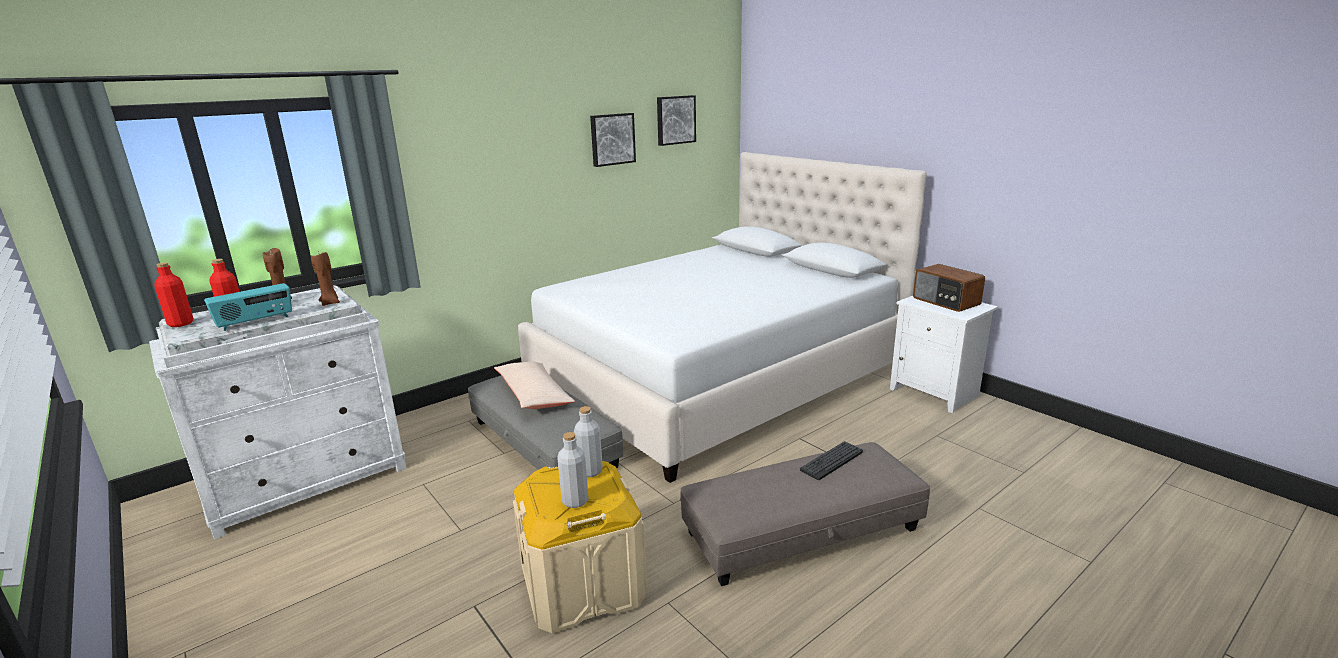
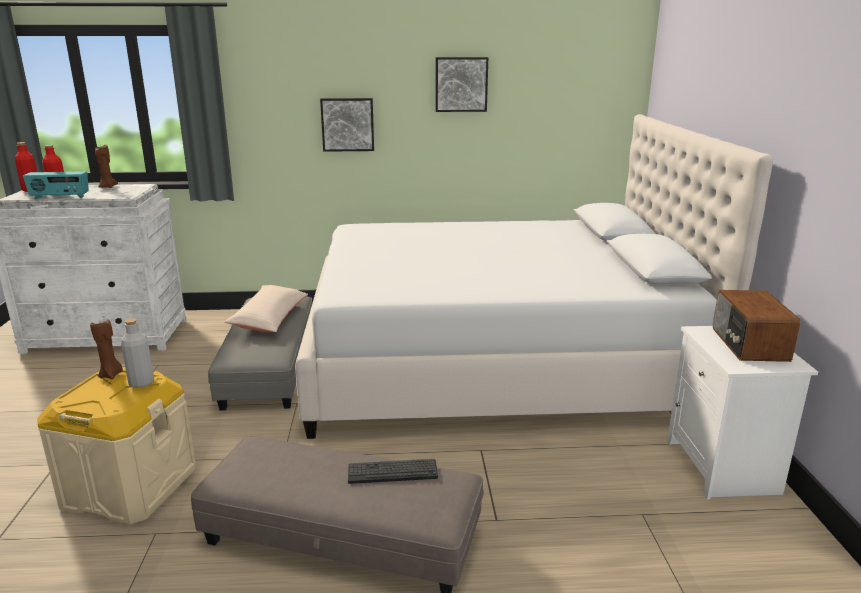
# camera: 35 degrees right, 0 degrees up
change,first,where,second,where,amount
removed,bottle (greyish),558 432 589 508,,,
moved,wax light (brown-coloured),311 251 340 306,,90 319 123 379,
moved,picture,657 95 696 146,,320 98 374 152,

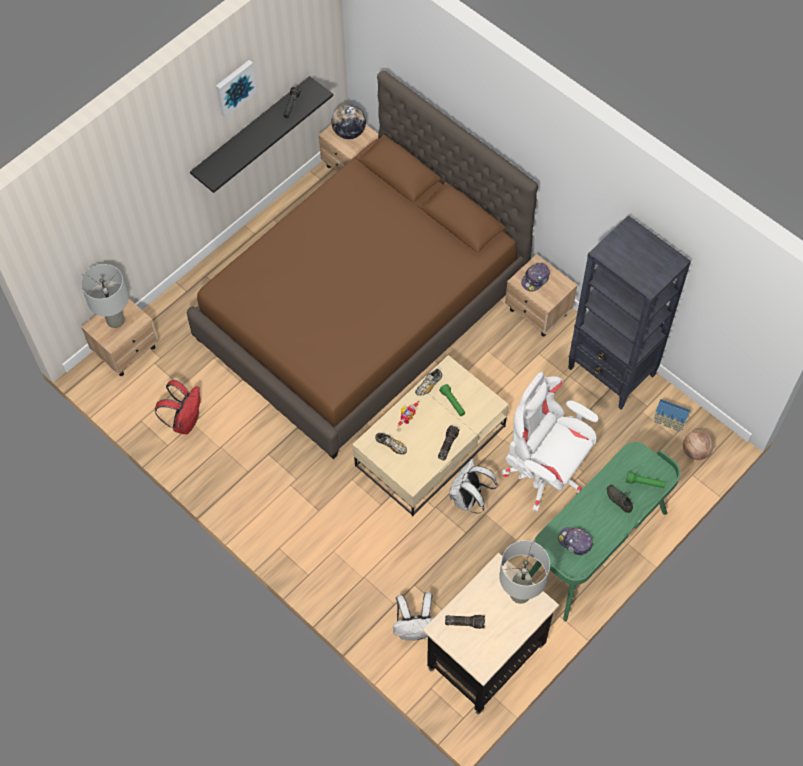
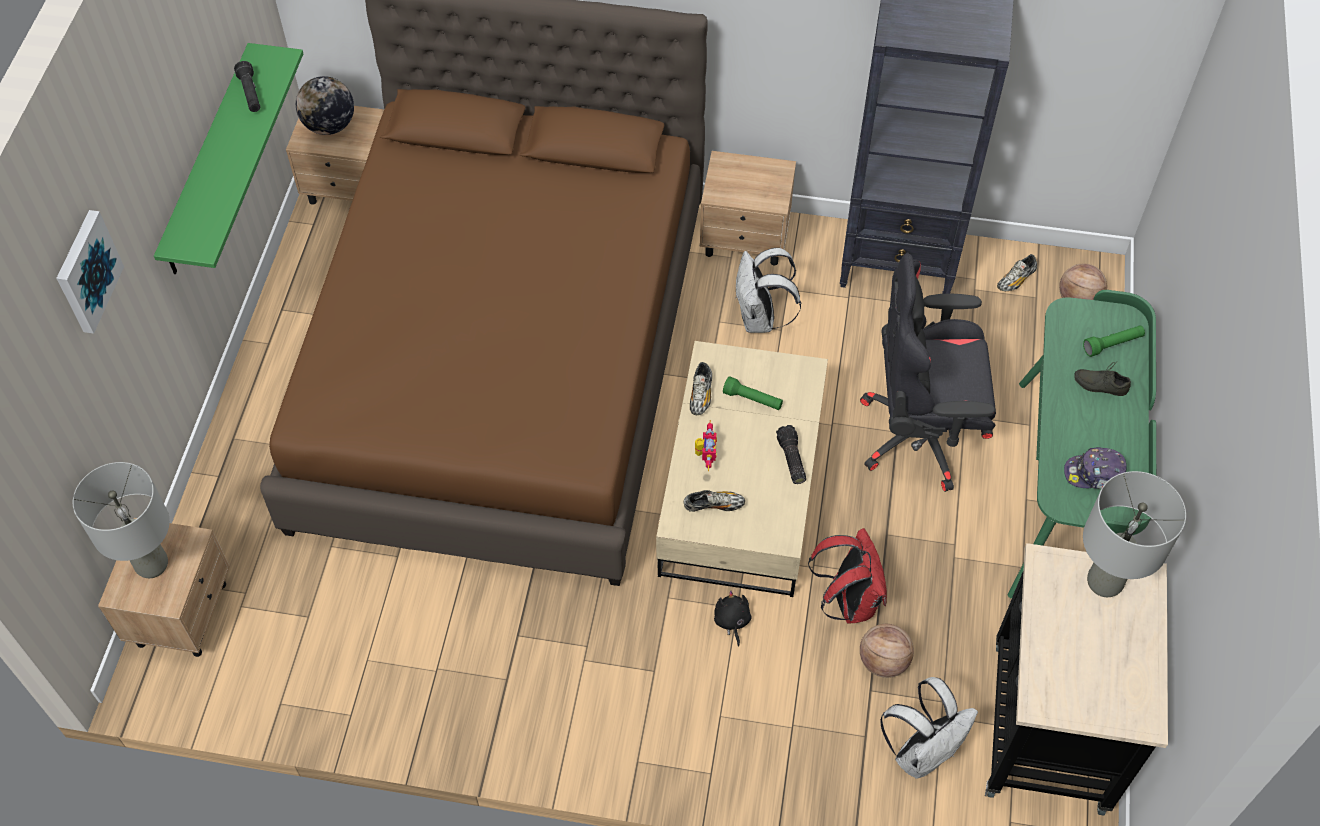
# camera: 35 degrees left, 5 degrees down
change,first,where,second,where,amount
removed,flashlight,445 615 485 629,,,
removed,peaked cap,521 263 550 292,,,
added,,,cuddly toy (blackish),714 591 751 647,
added,,,basketball ball,860 624 914 678,
moved,rucksack (red),155 380 200 434,,808 528 887 623,
moved,picture,216 60 257 118,,56 210 124 334,
moved,rucksack (whitish),449 459 498 514,,735 248 801 333,
replaced,model house,654 399 690 432,shoe,997 254 1037 291,
recoloured,wall shelf (blackish),190 76 333 193,wall shelf (greenish),154 43 303 274,
recoloured,computer chair (whitish),502 372 599 512,computer chair (blackish),860 253 996 492,

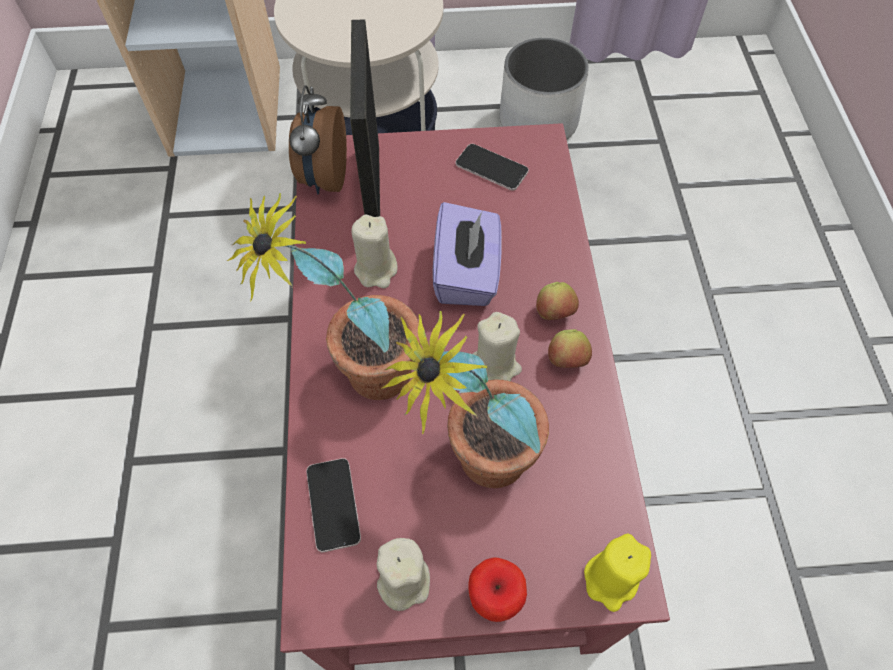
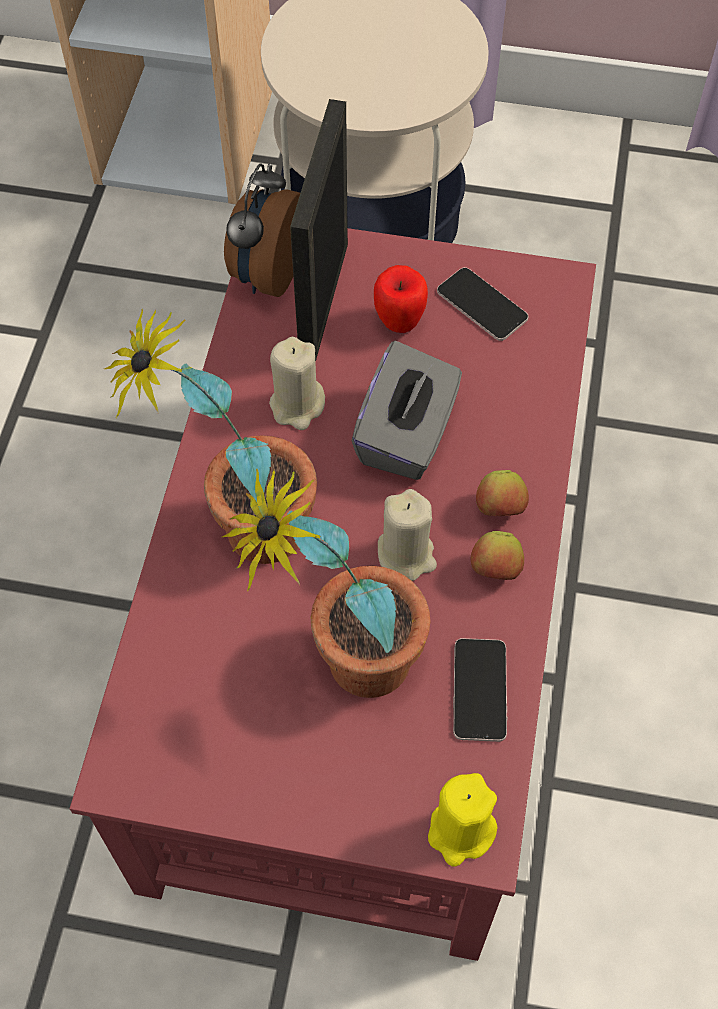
# camera: 15 degrees right, 0 degrees up
change,first,where,second,where,amount
removed,wax light (beige),377 538 430 611,,,
removed,plant pot (whitish),500 37 589 139,,,
moved,telephone,306 458 361 552,,453 638 507 742,
moved,whole apple,468 557 527 622,,374 265 428 333,
recoloured,box of tissues (purplish),433 202 502 306,box of tissues (greyish),351 341 462 480,

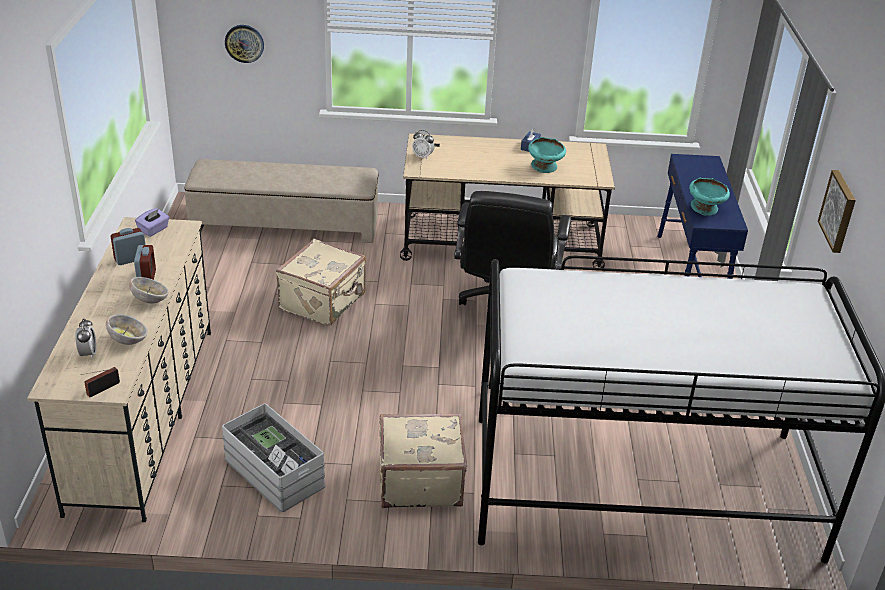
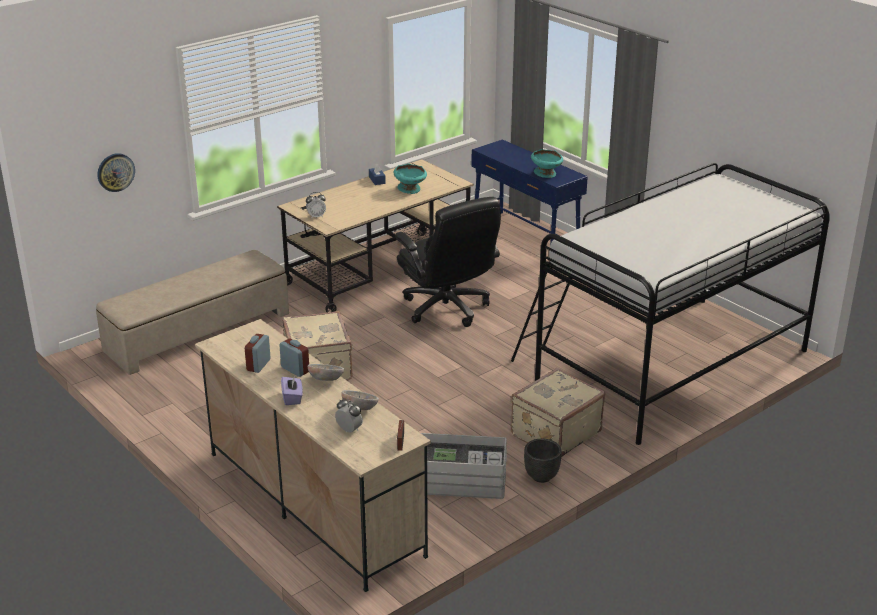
# camera: 40 degrees left, 5 degrees down
change,first,where,second,where,amount
removed,picture,818 170 856 253,,,
added,,,plant pot (blackish),524 439 562 483,
moved,box of tissues (purplish),135 208 170 237,,281 377 303 405,

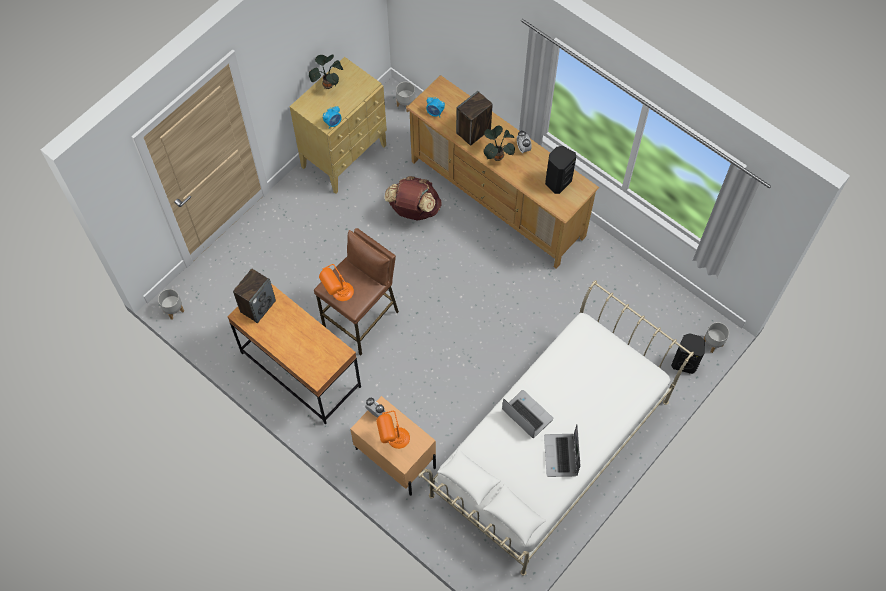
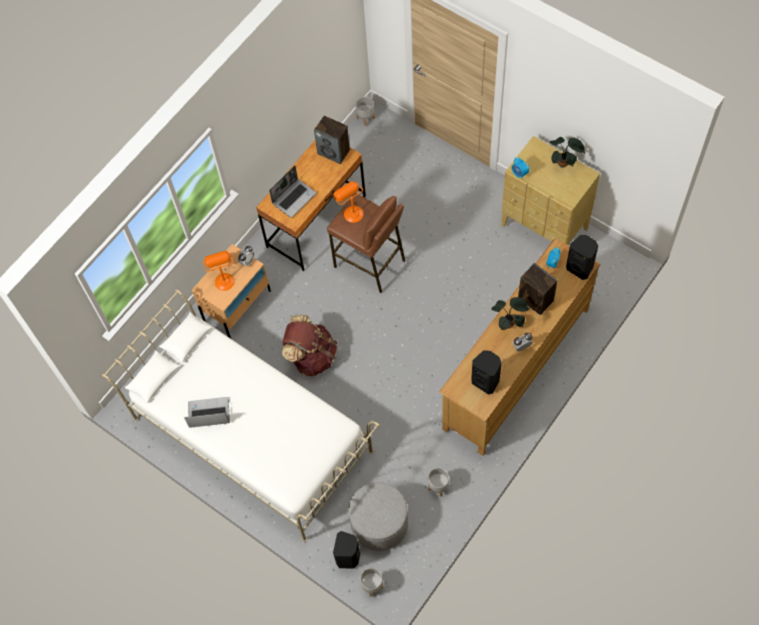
# camera: 90 degrees right, 0 degrees up
change,first,where,second,where,amount
added,,,footrest (greyish),348 482 408 551,
added,,,loudspeaker (blackish),566 235 598 280,
moved,rucksack (brown-coloured),384 176 442 221,,282 315 337 376,
moved,plant pot (greyish),396 82 415 112,,428 468 449 497,
moved,laptop,502 390 554 438,,269 166 316 218,

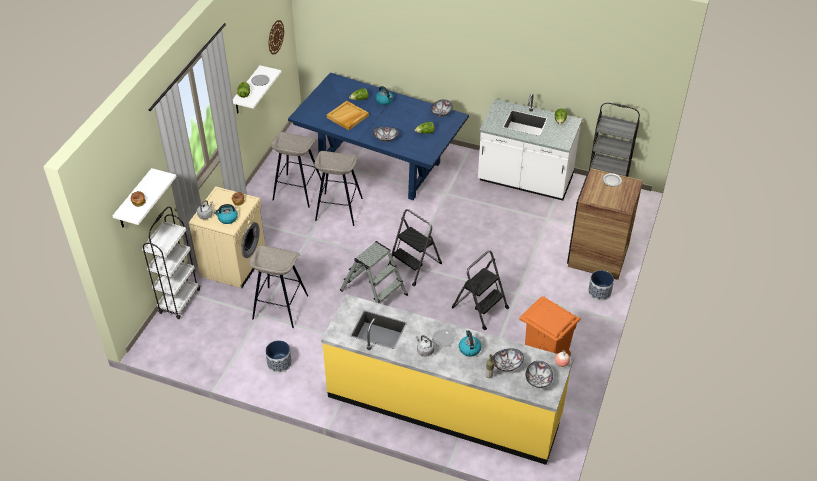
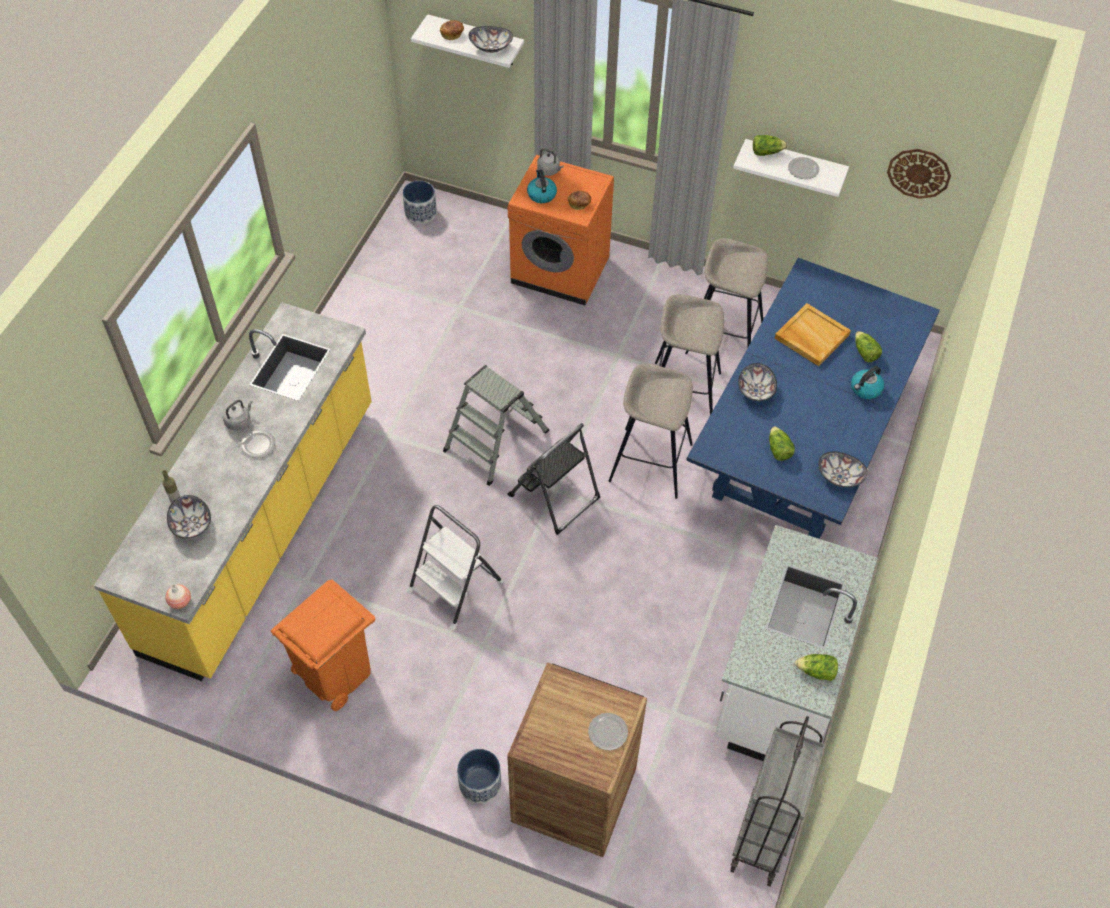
# camera: 90 degrees right, 10 degrees up
change,first,where,second,where,amount
removed,cart (whitish),142 207 200 319,,,
removed,water kettle,459 330 481 357,,,
moved,stool seat (greyish),249 245 308 328,,609 363 693 499,
moved,plant pot,265 340 292 373,,402 181 437 224,
moved,bowl,526 361 553 388,,469 26 513 53,
recoloured,laundry machine (beige),189 186 265 289,laundry machine (orangey),508 155 614 305,
recoloured,step ladder (blackish),451 250 509 330,step ladder (whitish),406 505 503 630,

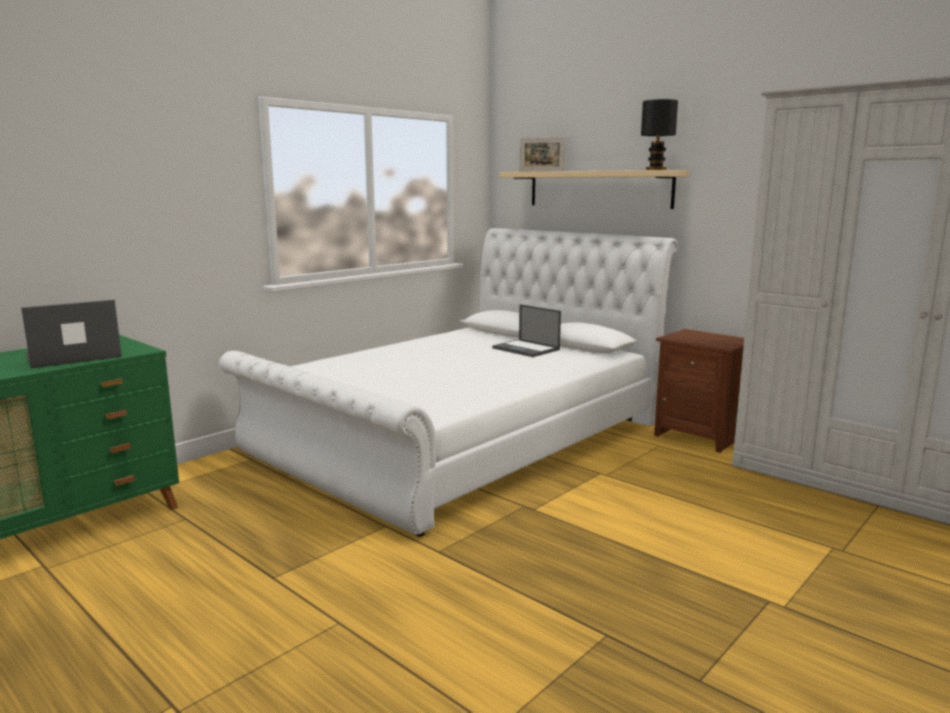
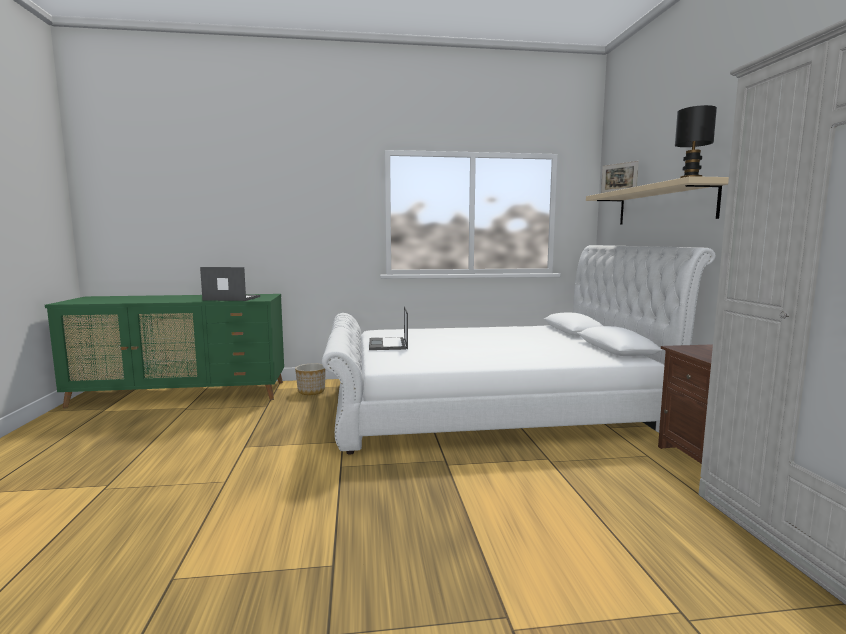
# camera: 40 degrees right, 5 degrees down
change,first,where,second,where,amount
added,,,plant pot,295 364 326 395,
moved,laptop,492 305 561 357,,369 306 408 350,

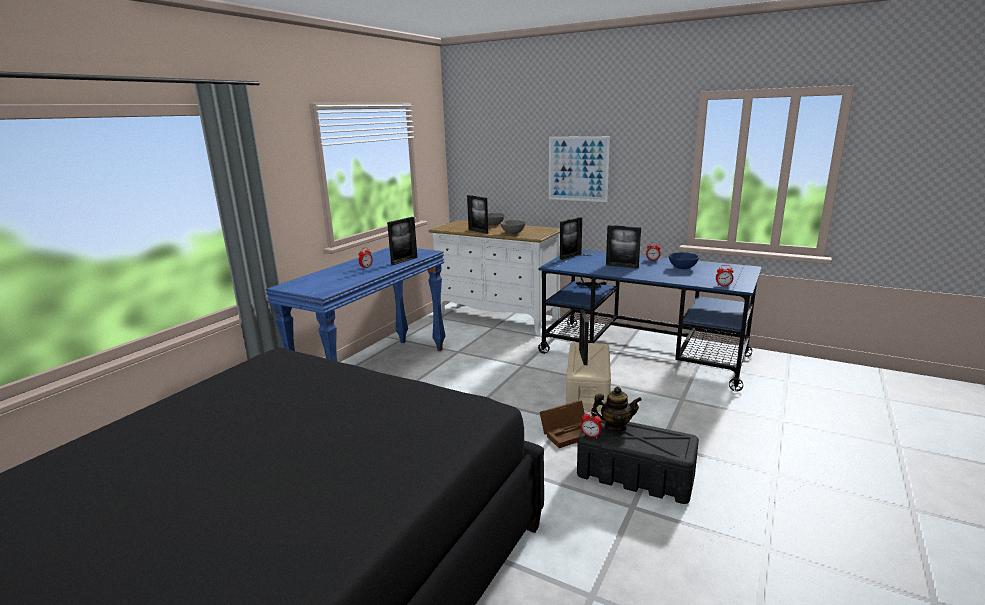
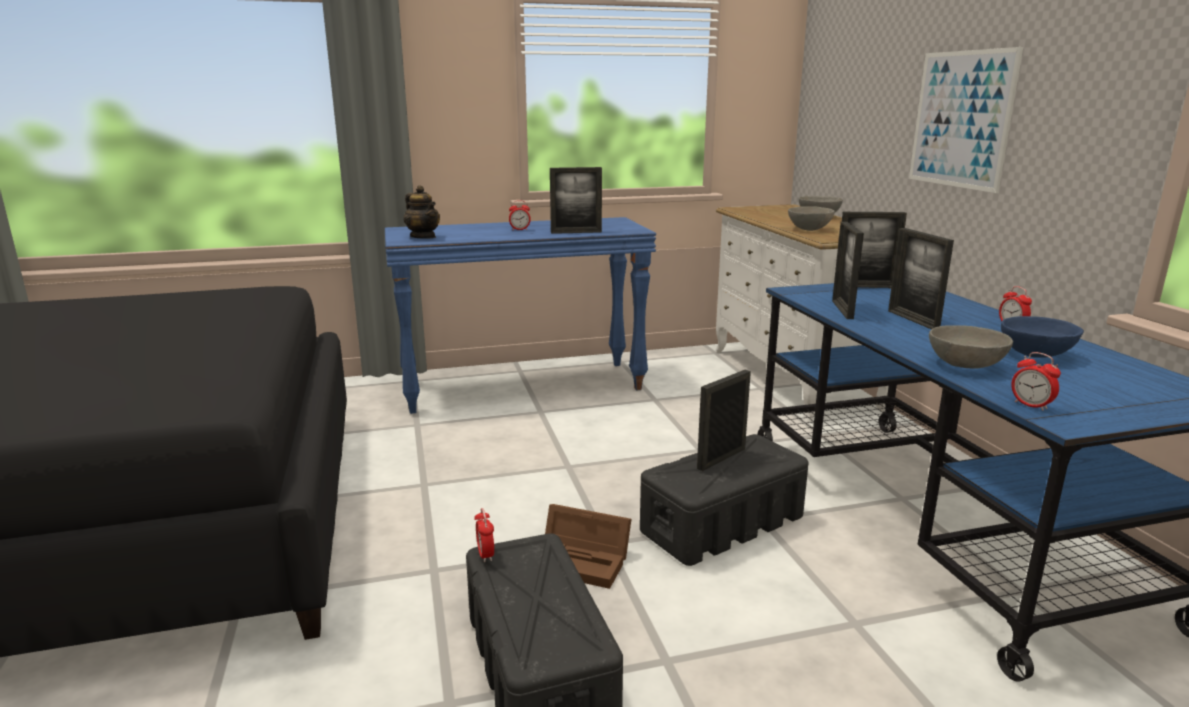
# camera: 45 degrees right, 0 degrees up
change,first,where,second,where,amount
added,,,bowl (greyish),929 325 1013 369,
moved,picture frame,467 195 488 234,,832 222 864 319,
moved,teapot,591 386 642 432,,404 185 440 239,
recoloured,storage container (beige),566 342 611 411,storage container (blackish),640 434 809 566,

